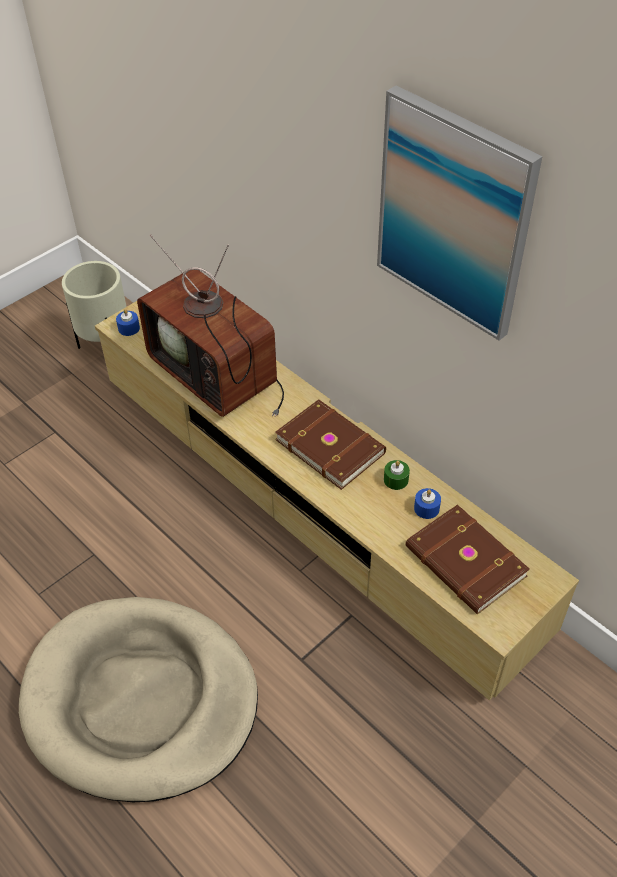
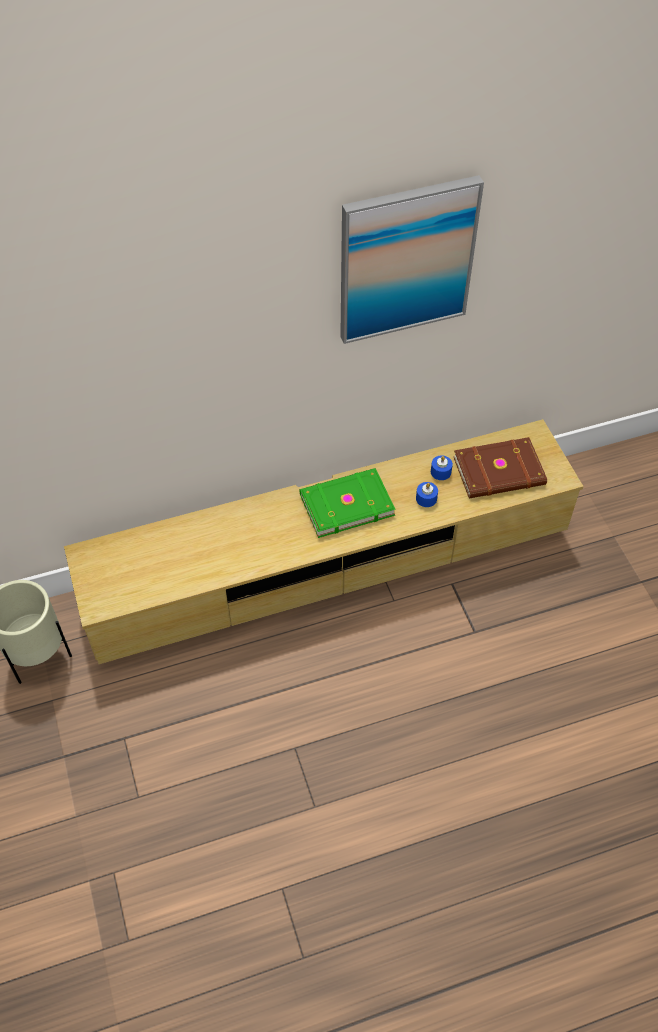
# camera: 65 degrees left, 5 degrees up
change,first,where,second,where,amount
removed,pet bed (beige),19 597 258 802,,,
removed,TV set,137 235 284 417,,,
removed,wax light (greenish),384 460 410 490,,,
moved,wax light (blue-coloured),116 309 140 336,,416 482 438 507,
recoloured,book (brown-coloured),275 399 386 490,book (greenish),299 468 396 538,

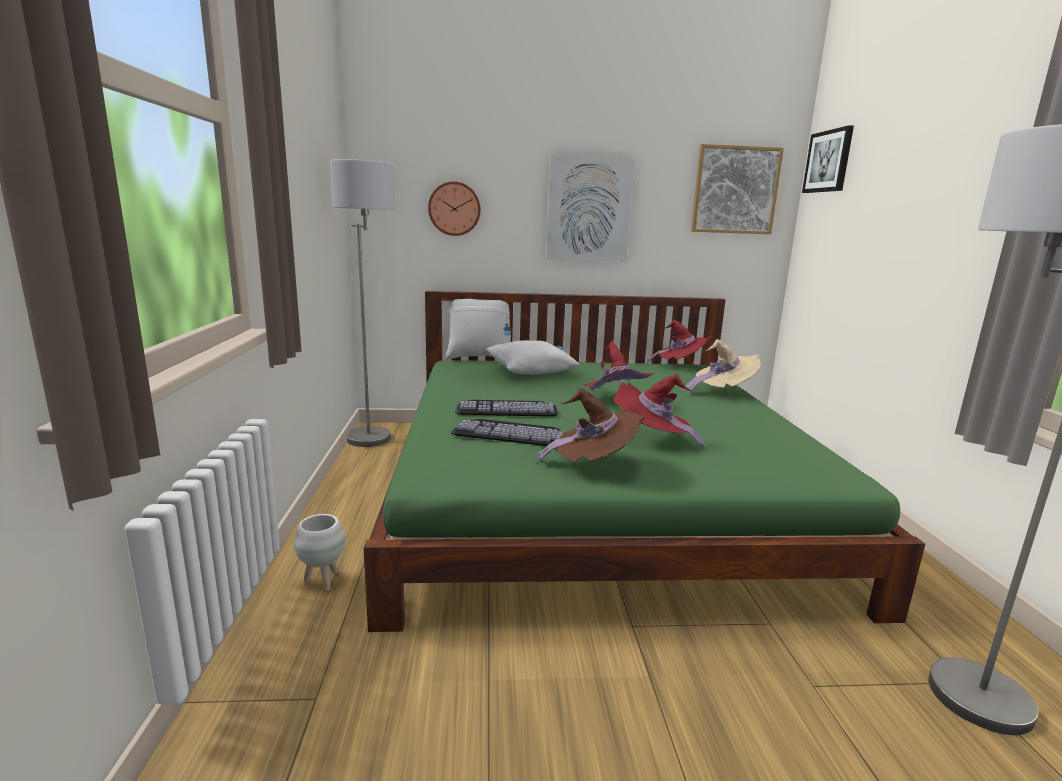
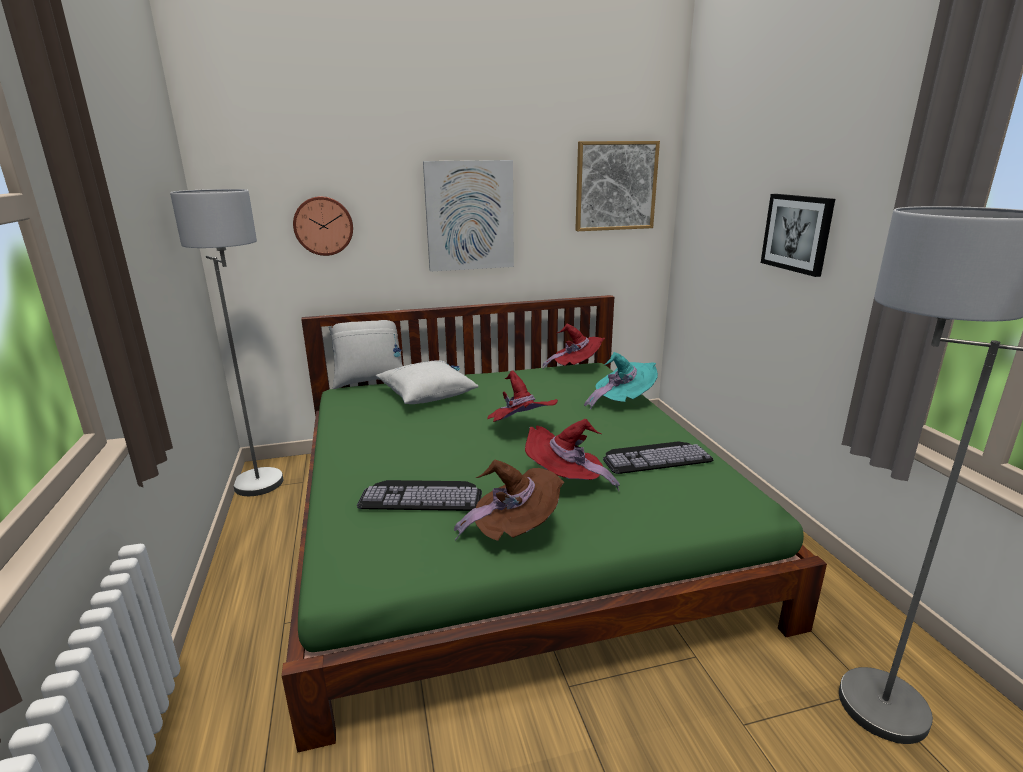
# camera: 10 degrees left, 5 degrees up
change,first,where,second,where,amount
removed,plant pot (whitish),294 514 345 591,,,
moved,keyboard,455 400 558 417,,603 441 713 474,
moved,picture,802 125 854 193,,761 194 835 277,
recoloured,wearable hat (beige),682 339 761 395,wearable hat (turquoise-coloured),584 352 658 410,

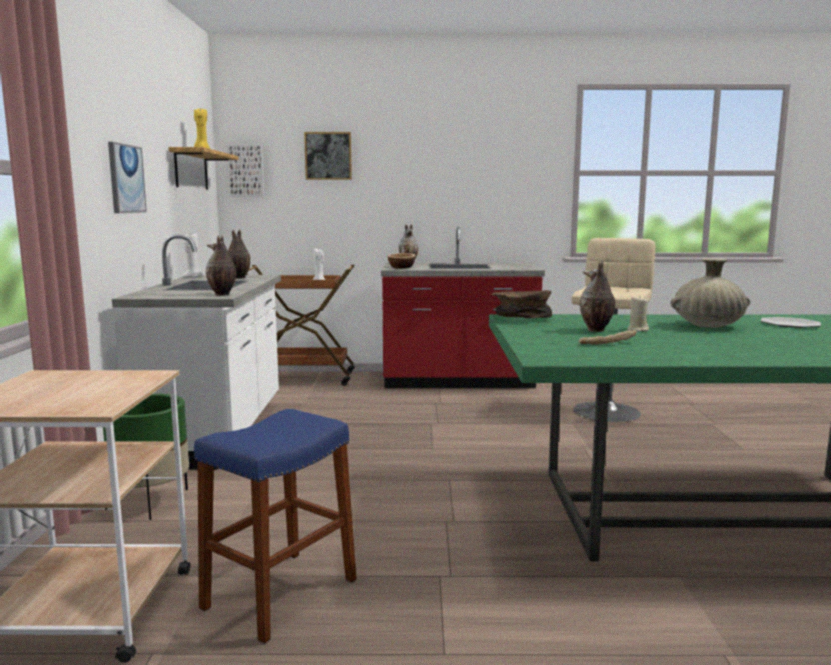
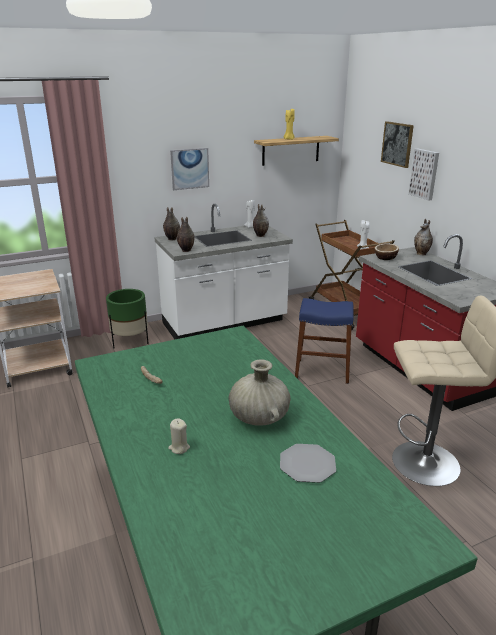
# camera: 65 degrees right, 15 degrees up
change,first,where,second,where,amount
removed,bowl (brown-coloured),492 290 552 318,,,
moved,stool seat (blue-coloured),194 409 357 644,,295 298 354 384,
moved,picture,228 145 264 196,,408 149 439 201,
moved,decorative vase,580 261 615 332,,163 207 180 240,
moved,wax light (beige),628 297 649 332,,168 418 190 454,

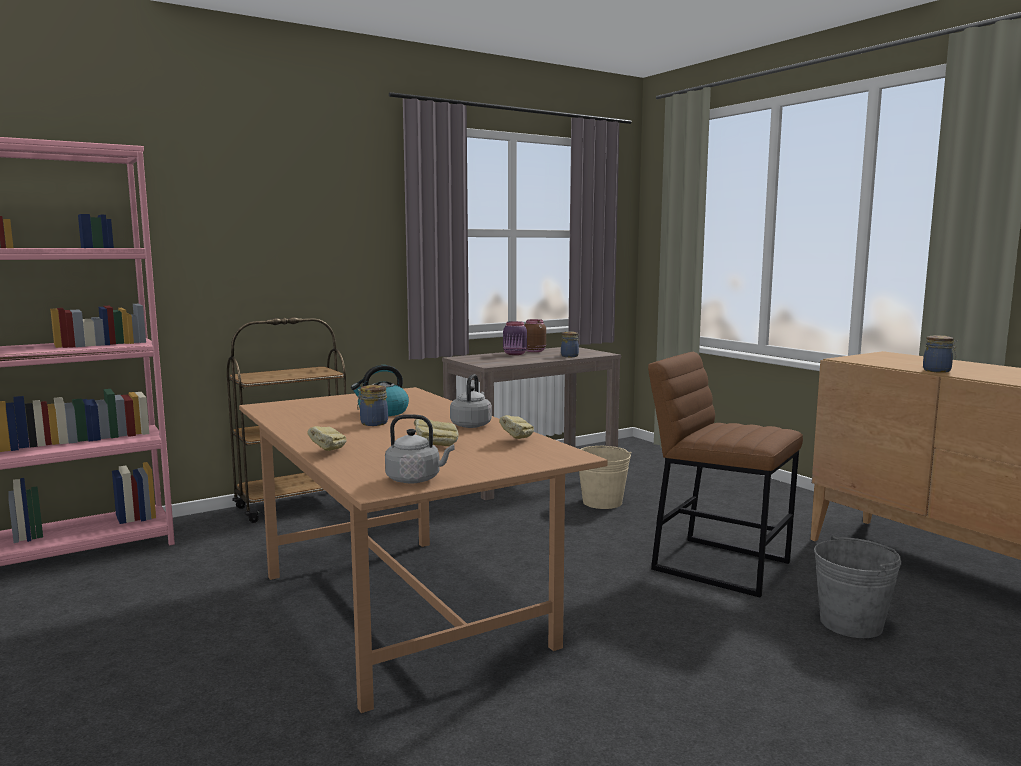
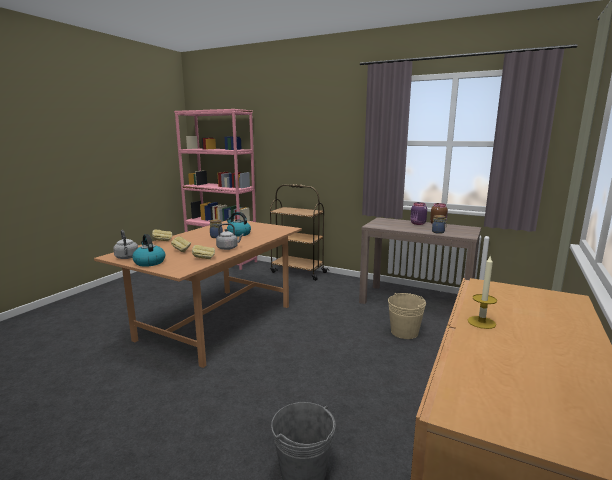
# camera: 60 degrees right, 5 degrees up
change,first,where,second,where,amount
removed,chair (brown-coloured),648 352 803 597,,,
added,,,water kettle,132 234 165 267,
replaced,preserve jar,923 335 957 373,wax light,468 255 497 329,

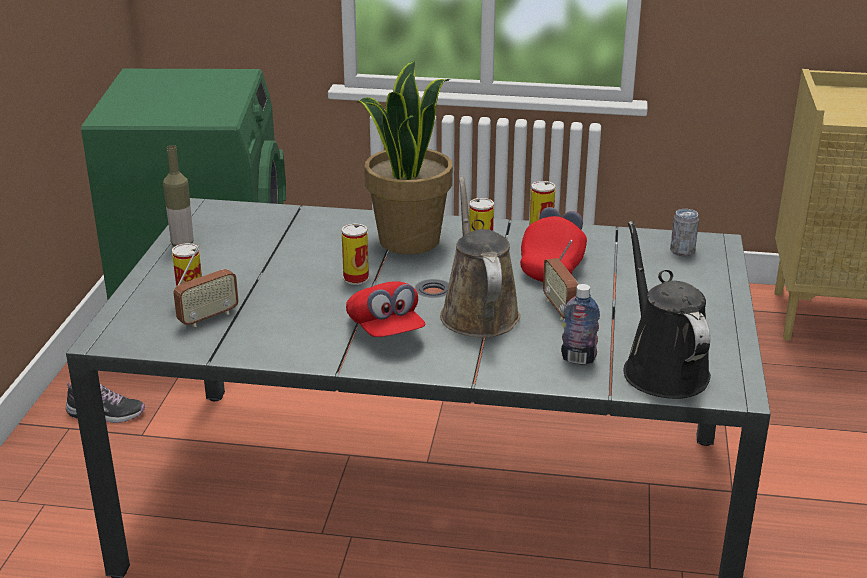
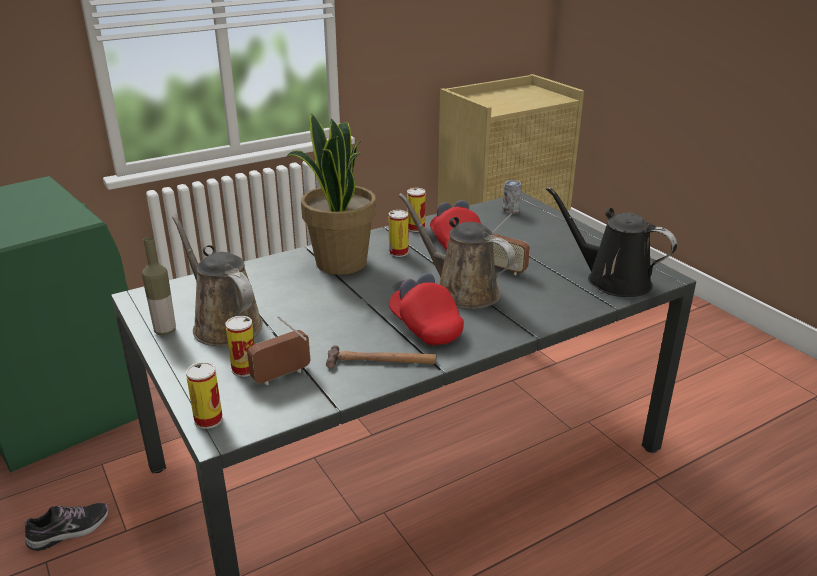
# camera: 40 degrees left, 0 degrees up
change,first,where,second,where,amount
removed,bottle,561 284 600 364,,,
added,,,watering can (brown-coloured),172 215 263 347,
added,,,hammer,326 345 436 368,
moved,sealed can,341 224 369 285,,186 362 223 429,
turned,radio receiver,173 246 239 327,,247 316 310 385,135 degrees counterclockwise
turned,peaked cap (red),346 281 426 337,,389 273 464 345,150 degrees counterclockwise

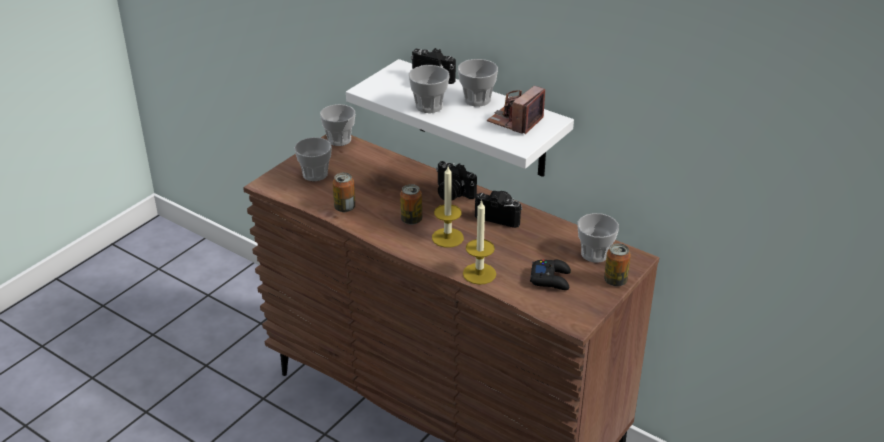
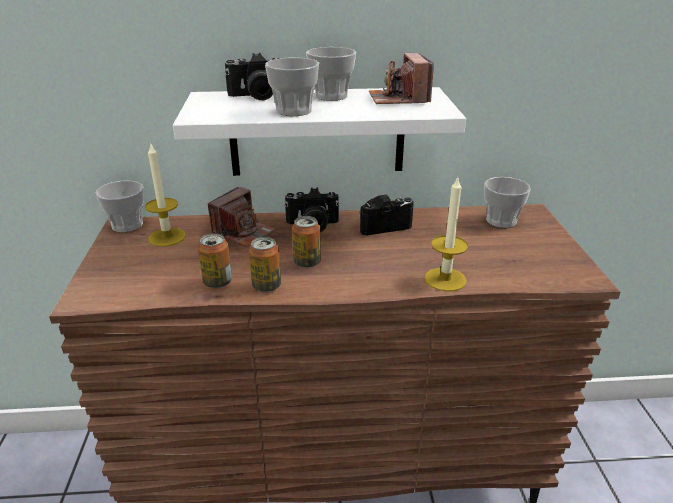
# camera: 40 degrees left, 5 degrees down
change,first,where,second,where,amount
removed,drinking cup,294 137 332 181,,,
removed,gamepad (blackish),530 259 571 290,,,
added,,,photo camera,208 187 276 247,
moved,wax light,432 166 464 248,,145 142 186 247,
moved,sealed can,604 243 631 286,,249 237 281 292,

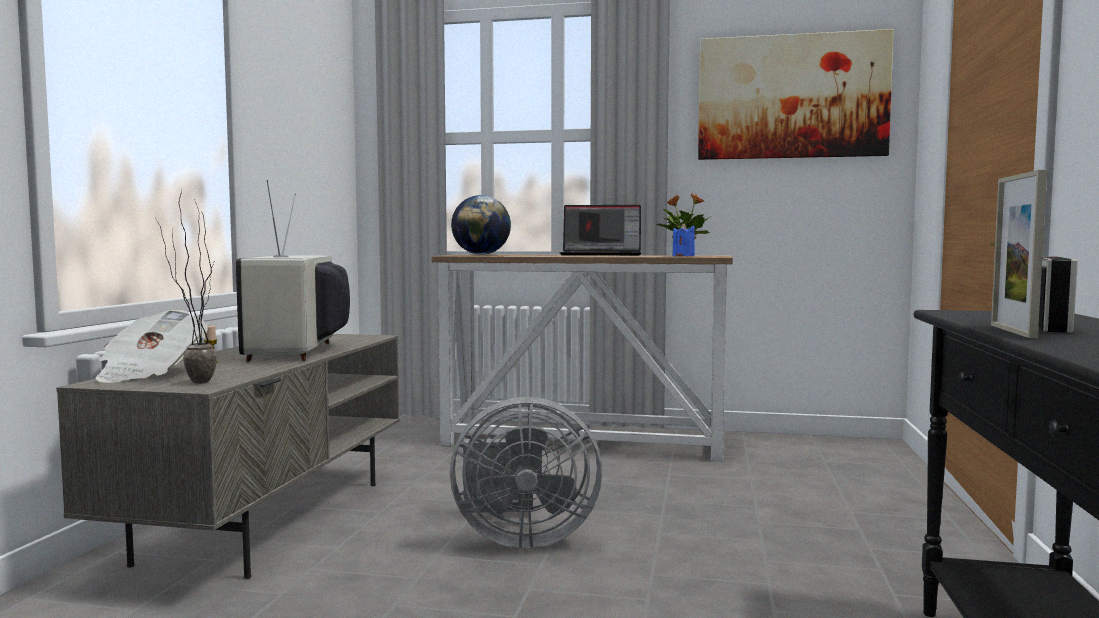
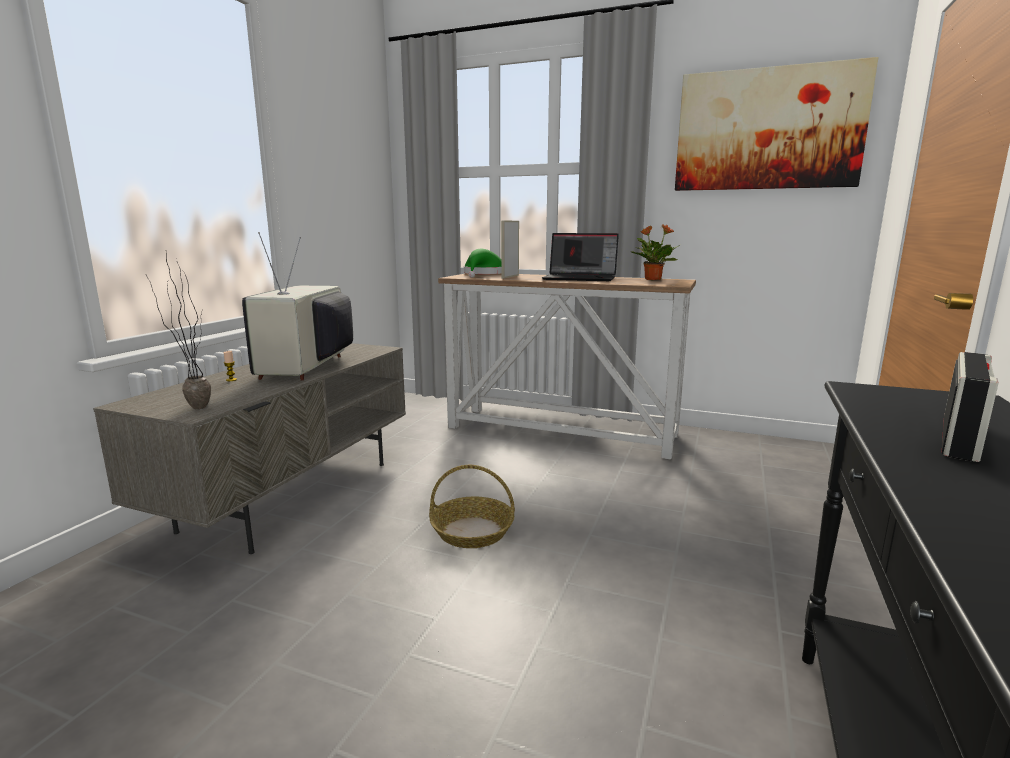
# camera: 10 degrees right, 10 degrees up
change,first,where,second,where,amount
removed,daily paper,95 310 208 383,,,
removed,wax light (blue-coloured),672 223 695 256,,,
moved,picture frame,991 170 1047 338,,501 220 519 279,
replaced,cooling fan (greyish),450 397 602 549,household basket,429 465 515 548,
replaced,world globe,451 195 511 255,wearable hat (greenish),464 249 501 278,

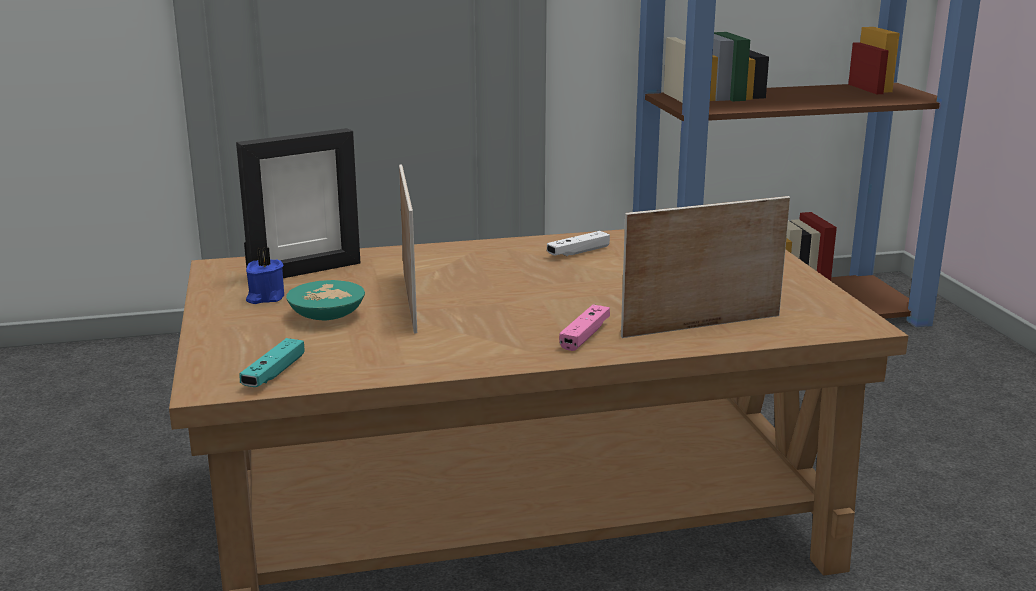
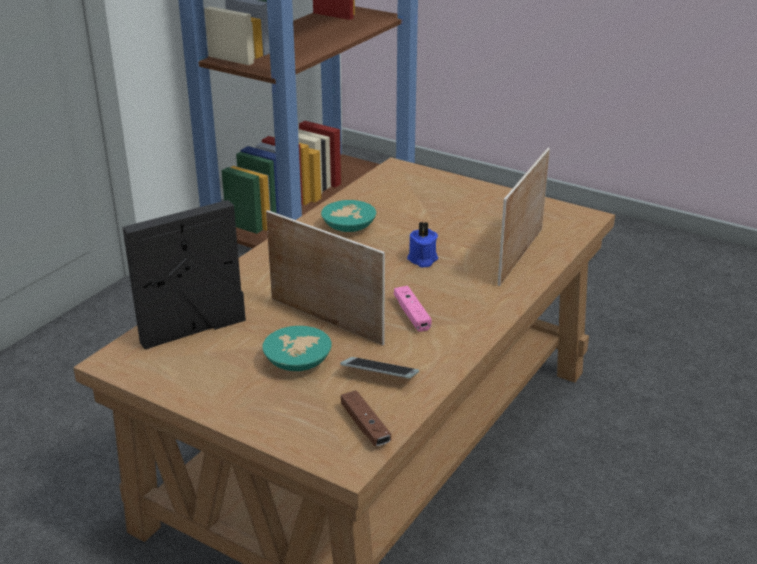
# camera: 45 degrees left, 10 degrees up
change,first,where,second,where,amount
added,,,telephone,340 357 419 378,
moved,wax light (blue-coloured),246 247 284 304,,407 222 438 267,
moved,gamepad (pink-coloured),559 304 610 351,,394 286 432 332,
replaced,gamepad (whitish),547 231 610 257,bowl (turquoise-coloured),321 200 376 232,
recoloured,gamepad (turquoise-coloured),239 338 304 387,gamepad (brown-coloured),341 390 391 446,
turned,picture frame,236 128 360 278,,122 200 246 349,135 degrees counterclockwise

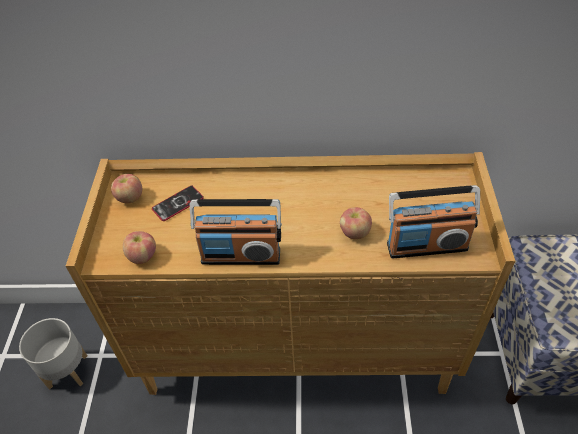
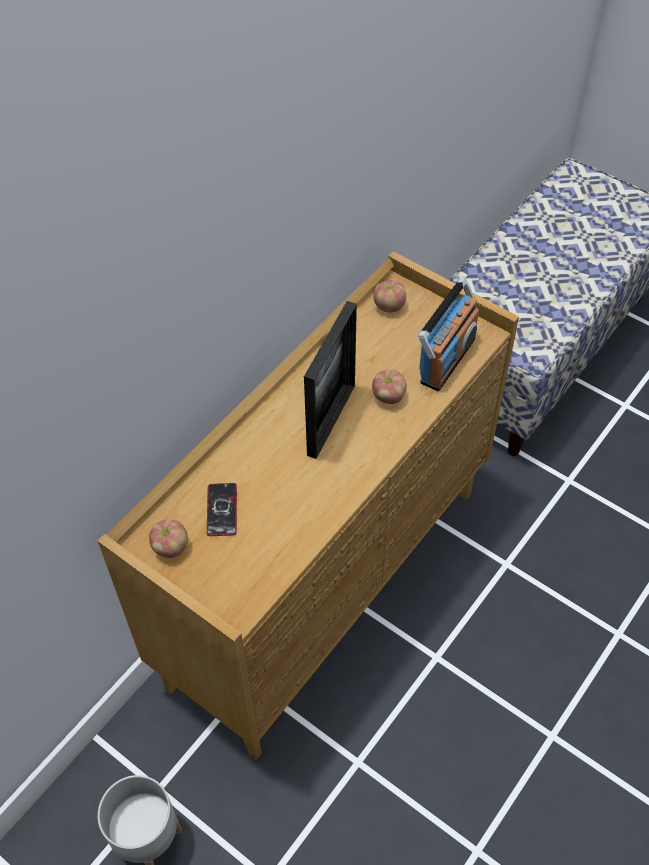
# camera: 55 degrees left, 5 degrees up
change,first,where,second,where,amount
removed,radio receiver,190 199 282 265,,,
added,,,picture frame,304 301 357 459,
moved,whole apple,123 231 156 264,,373 280 406 313,

